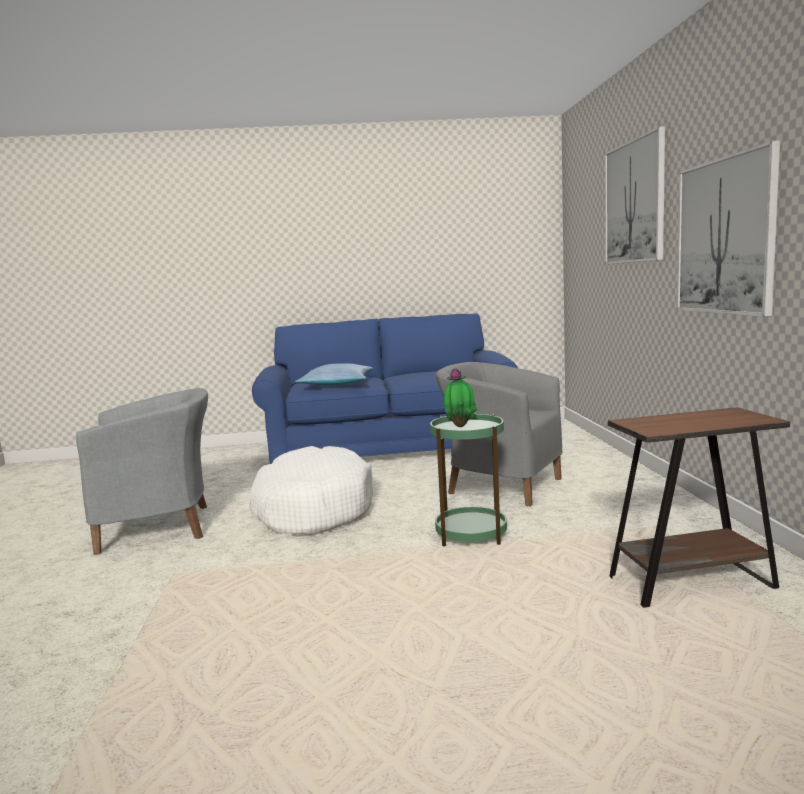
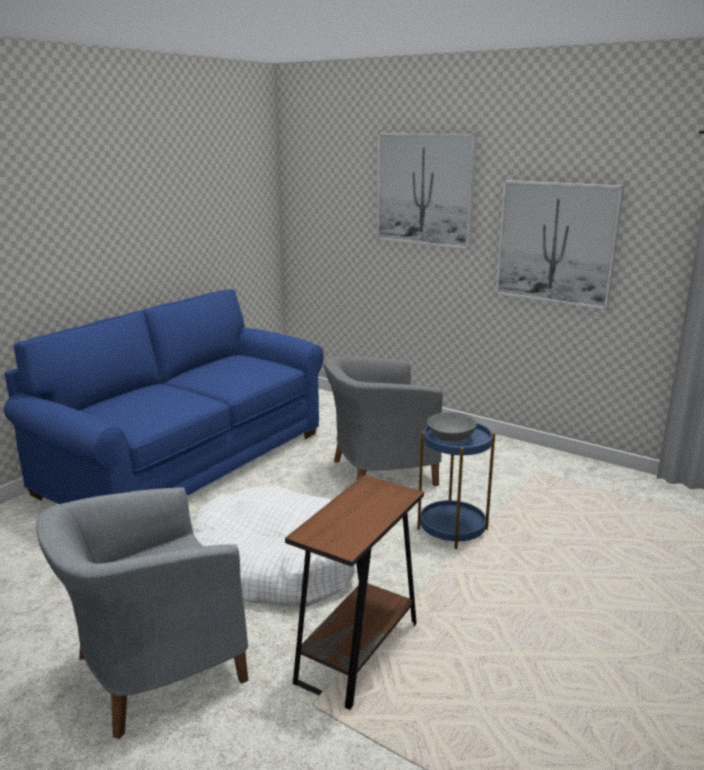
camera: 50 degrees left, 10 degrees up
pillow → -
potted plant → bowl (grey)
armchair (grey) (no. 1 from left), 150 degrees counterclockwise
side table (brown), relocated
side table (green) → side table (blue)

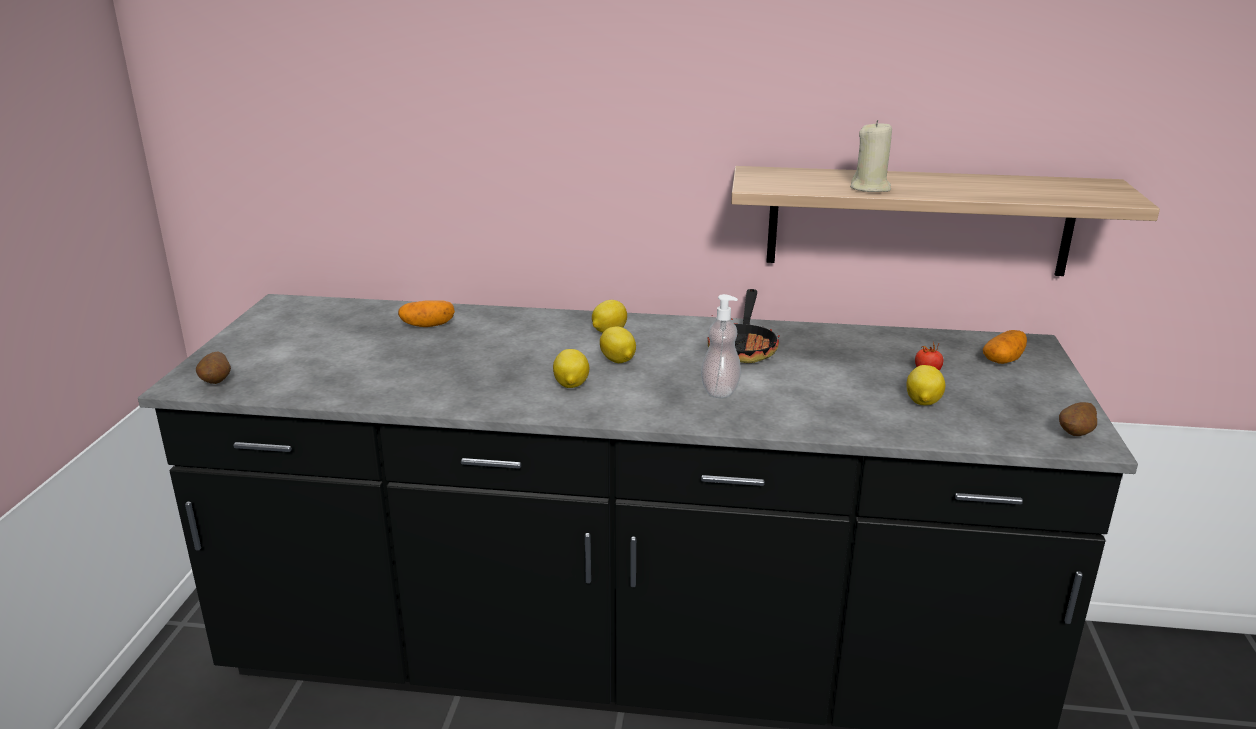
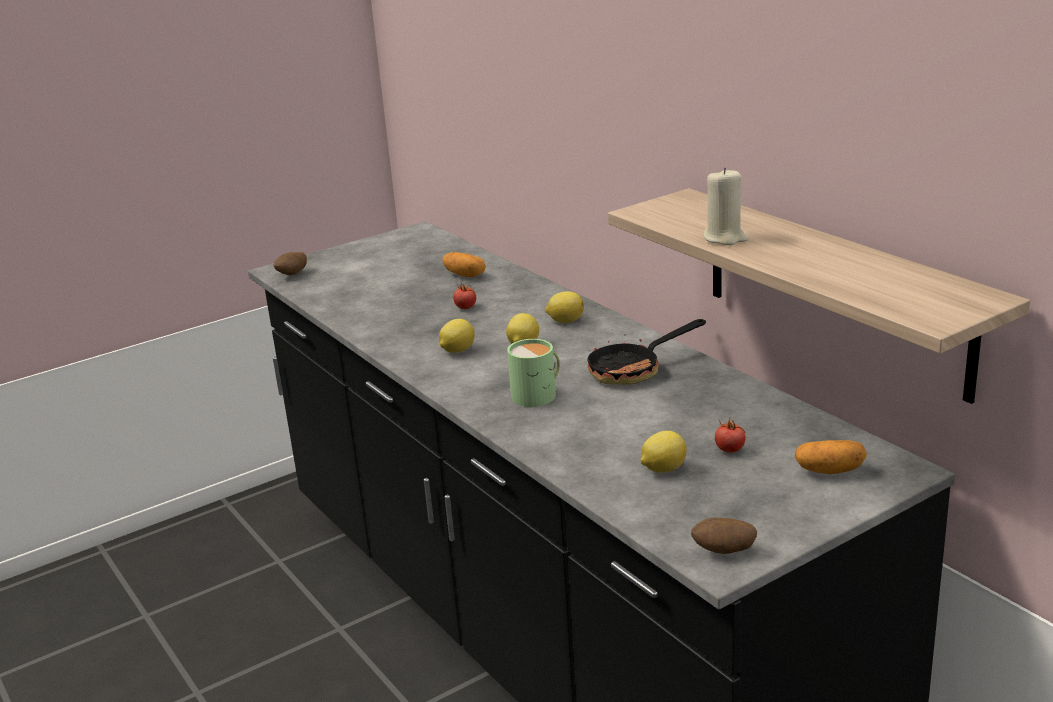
camera: 50 degrees right, 0 degrees up
soap dispenser → mug (green)
- → tomato (no. 1 from left)

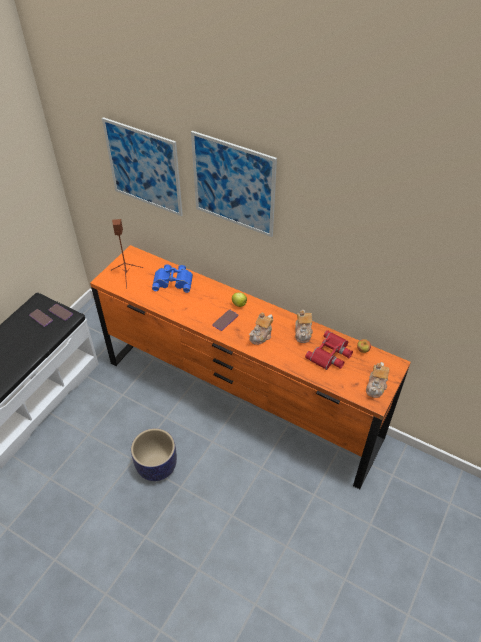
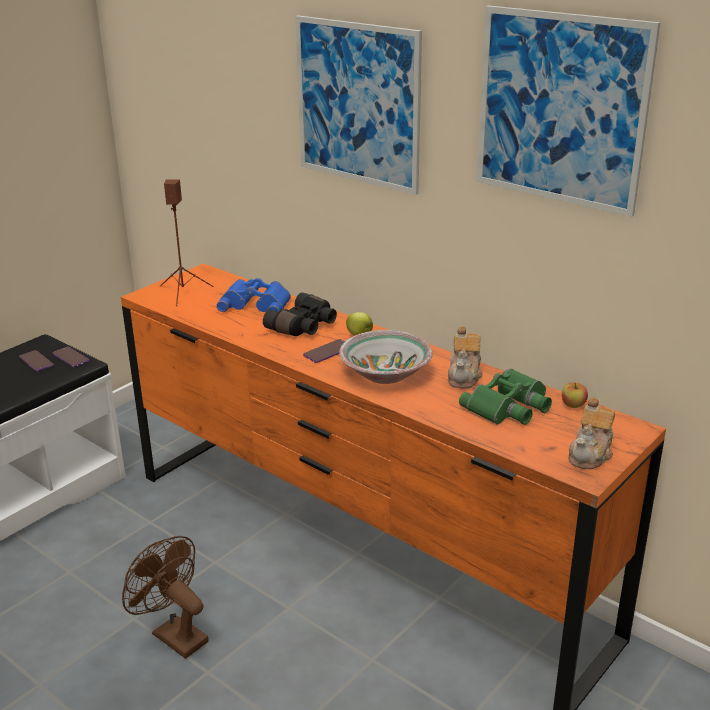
camera: 10 degrees right, 20 degrees down
picture (no. 1 from left in the first image) → picture (no. 2 from left), relocated
teapot (no. 1 from left) → bowl
binoculars (red) → binoculars (green)
planter → fan (brown)
- → binoculars (black)

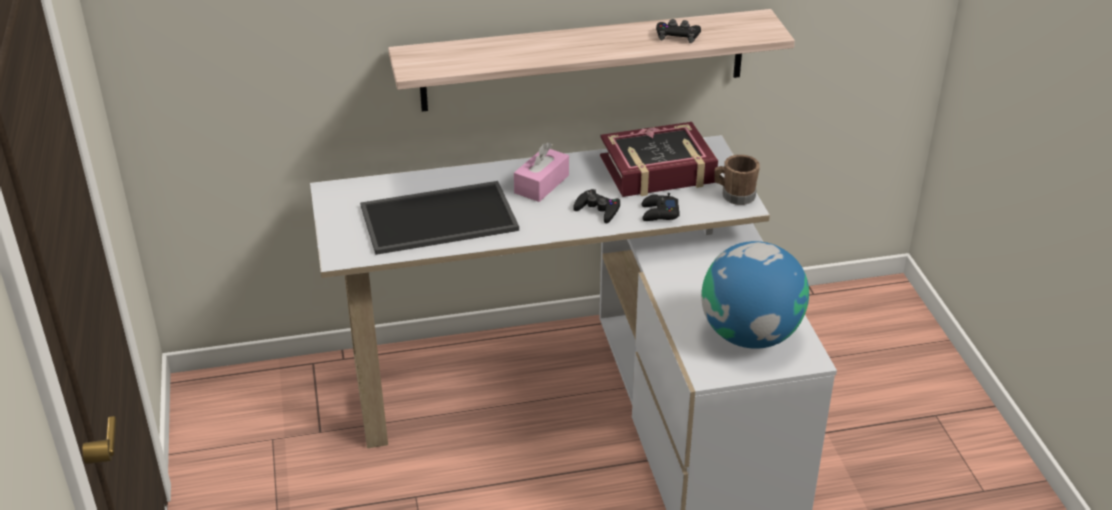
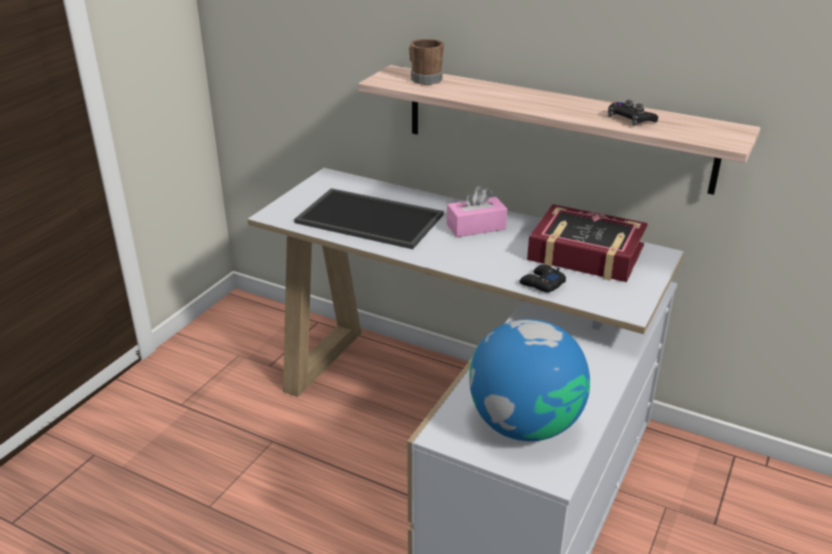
camera: 40 degrees right, 5 degrees down
mug (brown), relocated
game controller (black) (no. 1 from left) → -

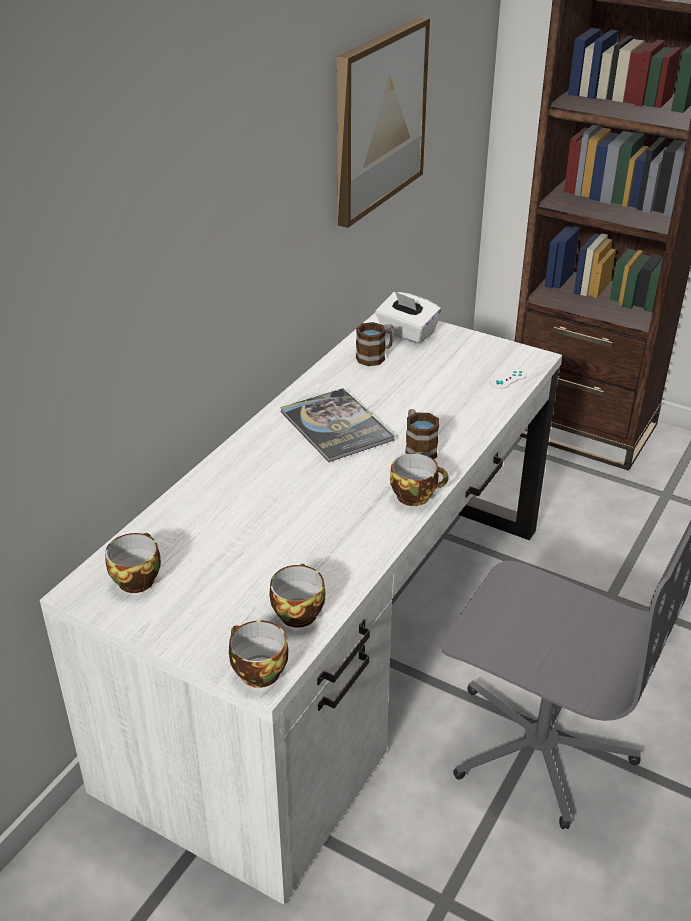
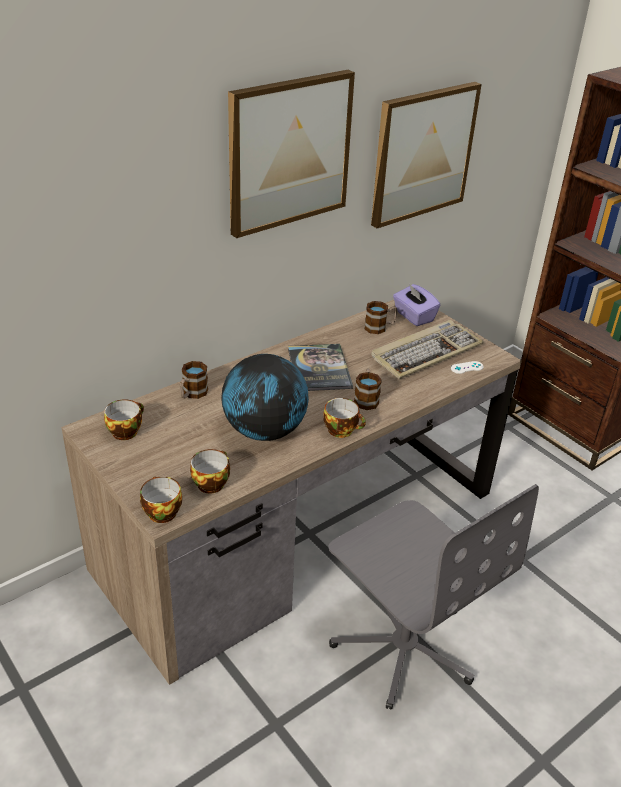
camera: 20 degrees right, 0 degrees up
tissue box (white) → tissue box (purple)
desk (white) → desk (brown)
- → picture (no. 1 from left)
- → keyboard
- → globe
- → mug (no. 1 from left)

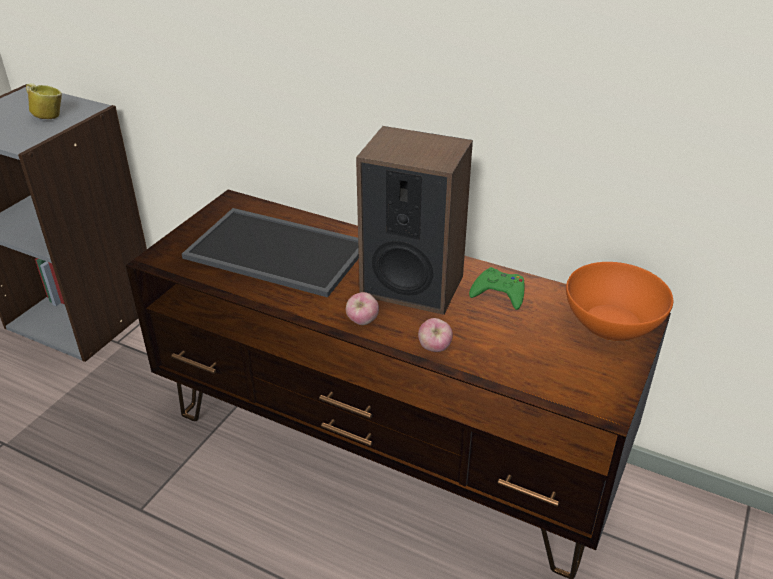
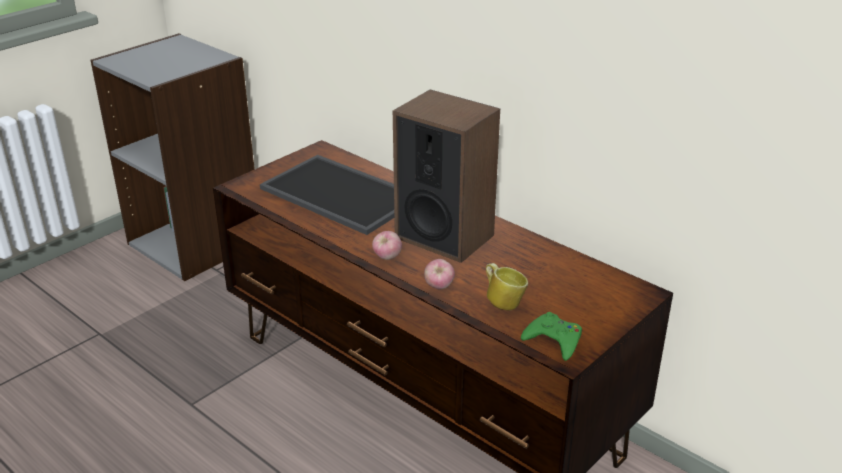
camera: 15 degrees right, 5 degrees down
mug, relocated
bowl (orange) → -
game controller (green), relocated

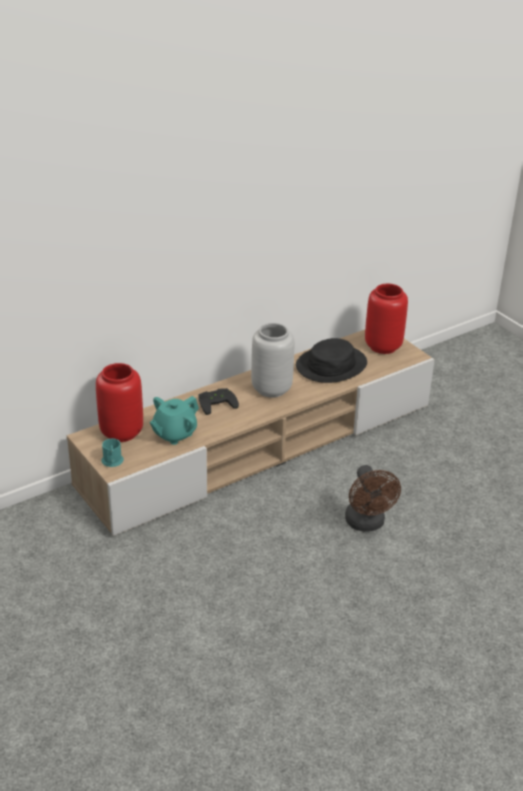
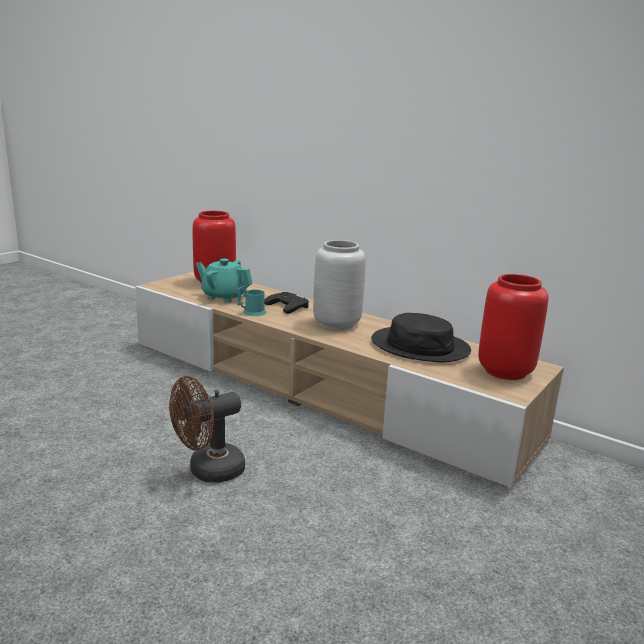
camera: 70 degrees right, 15 degrees down
mug (turquoise), relocated

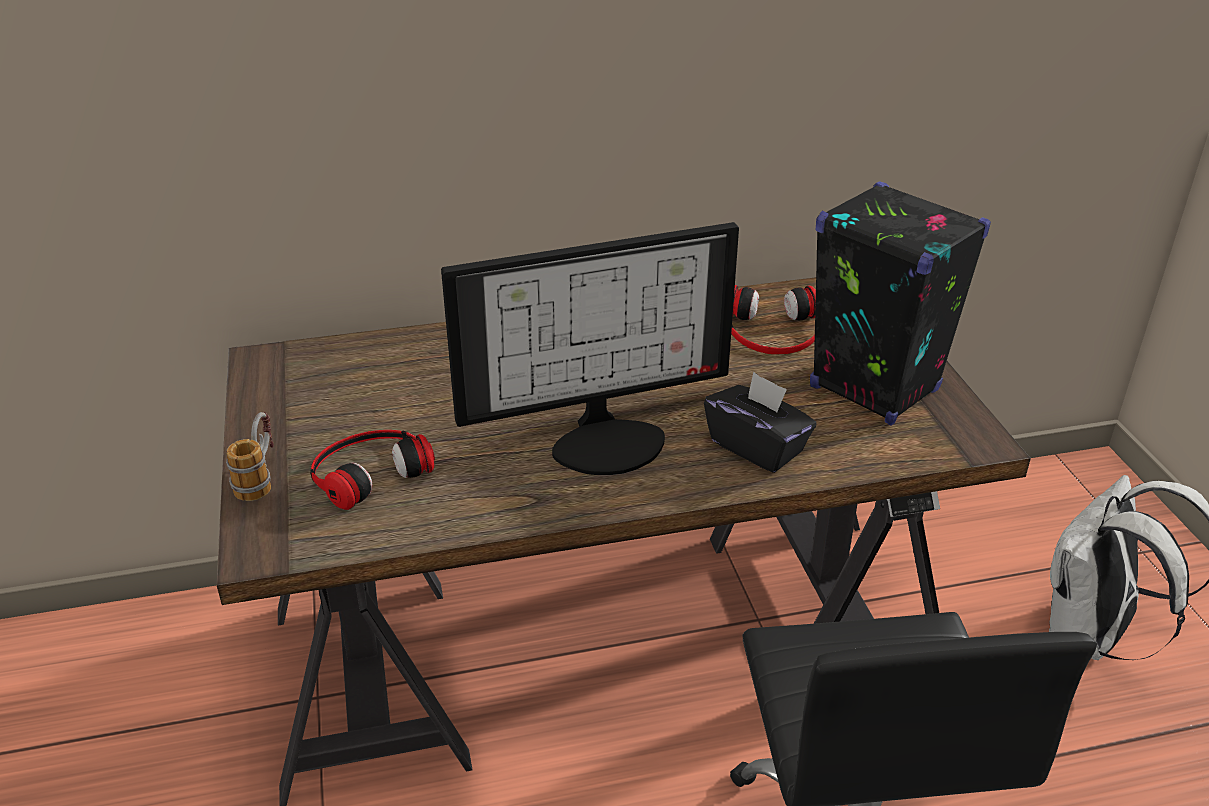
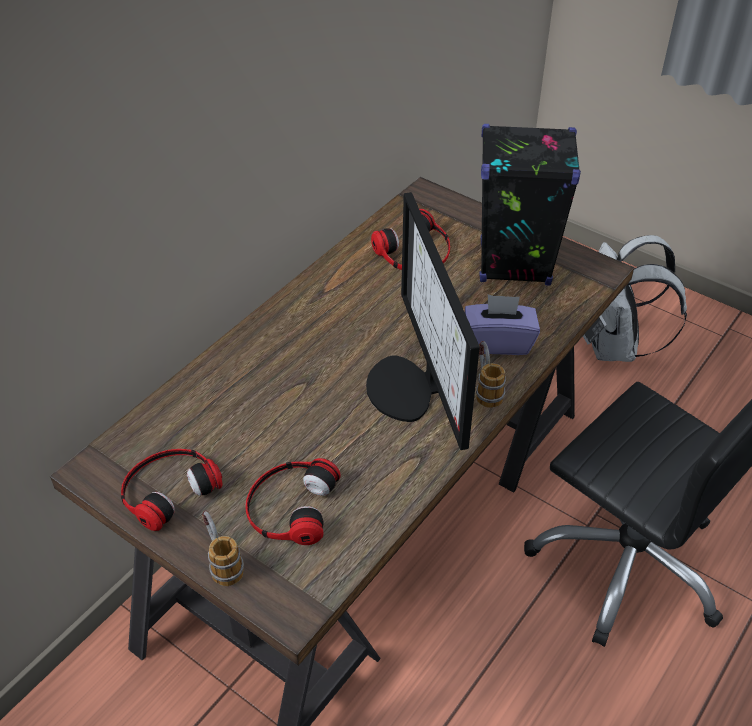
camera: 40 degrees left, 10 degrees up
monitor, 135 degrees clockwise
tissue box (black) → tissue box (purple)
- → mug (no. 2 from left)
- → headphones (no. 1 from left)

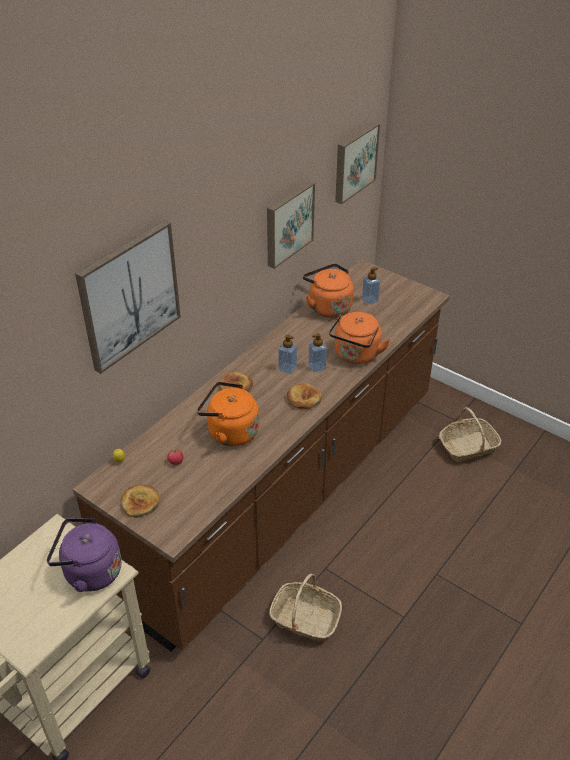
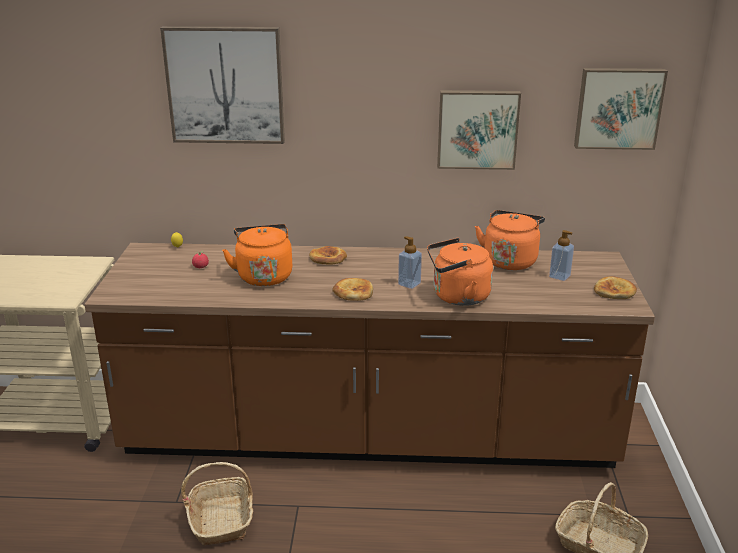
camera: 55 degrees right, 15 degrees down
soap dispenser (no. 1 from left) → -
bread (no. 1 from left in the first image) → bread (no. 3 from left), relocated
kettle (purple) → -

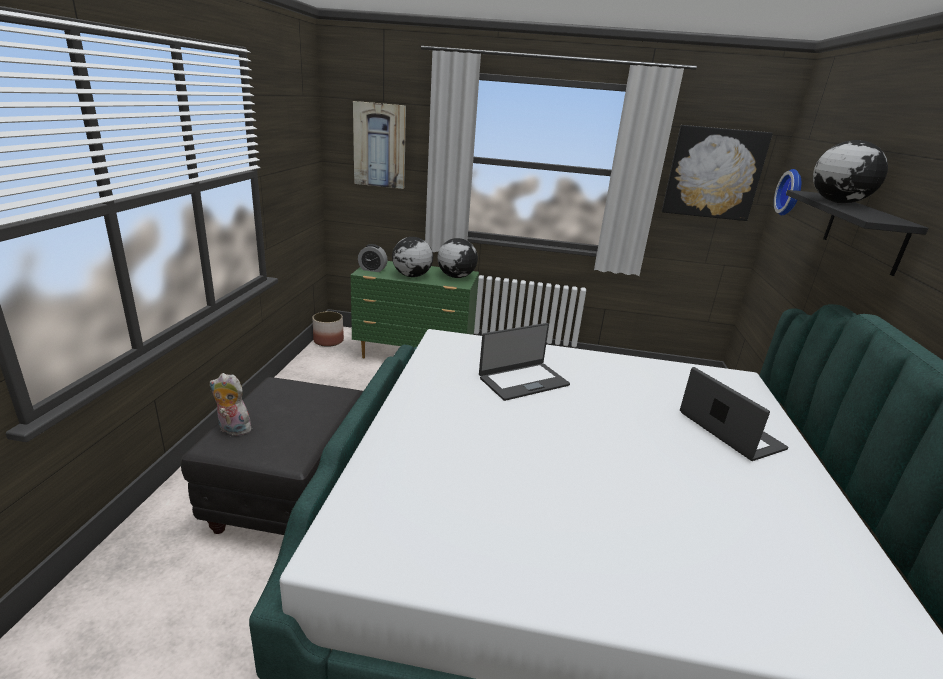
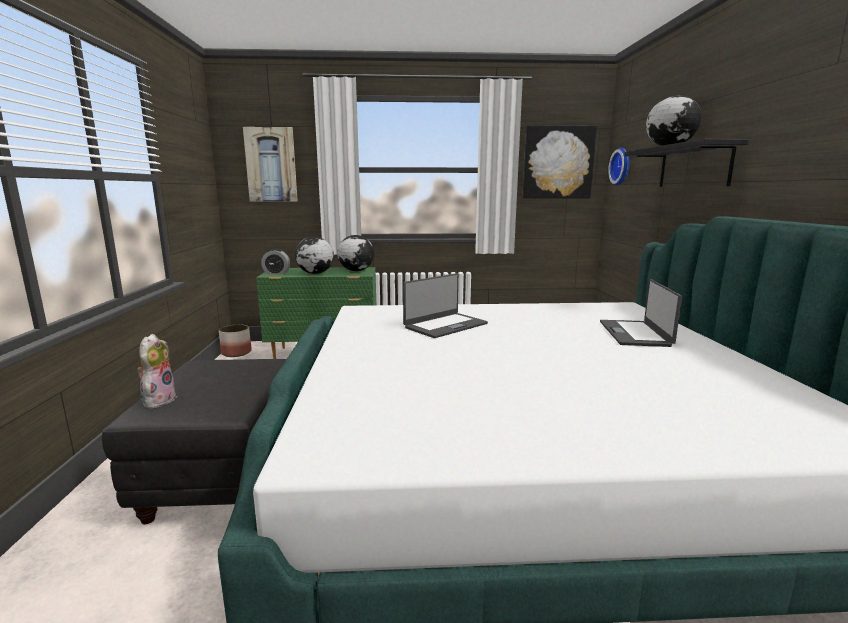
camera: 10 degrees left, 10 degrees down
laptop (no. 2 from left), 135 degrees counterclockwise
plush toy, 90 degrees clockwise

